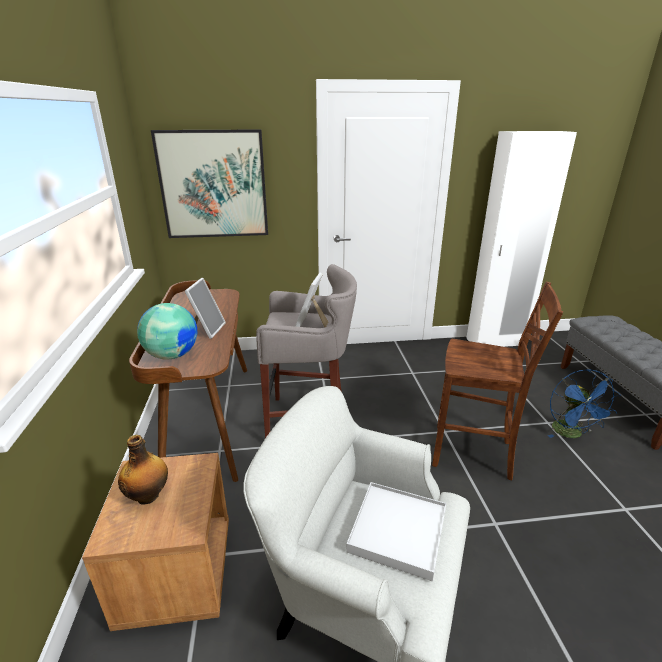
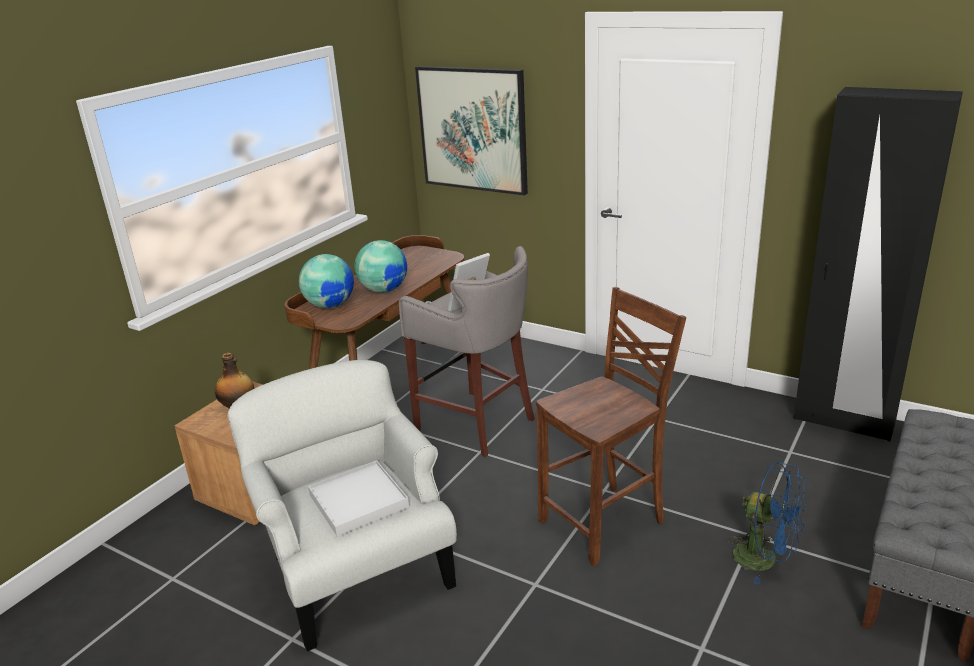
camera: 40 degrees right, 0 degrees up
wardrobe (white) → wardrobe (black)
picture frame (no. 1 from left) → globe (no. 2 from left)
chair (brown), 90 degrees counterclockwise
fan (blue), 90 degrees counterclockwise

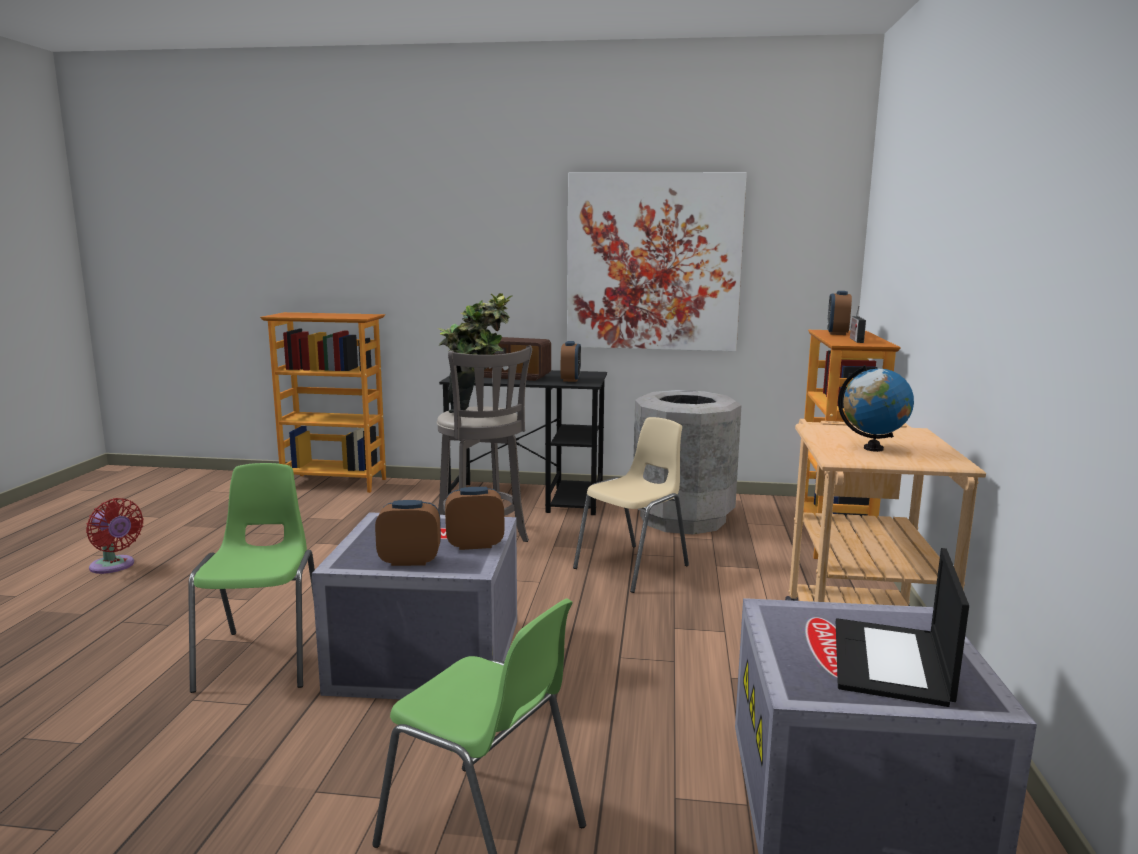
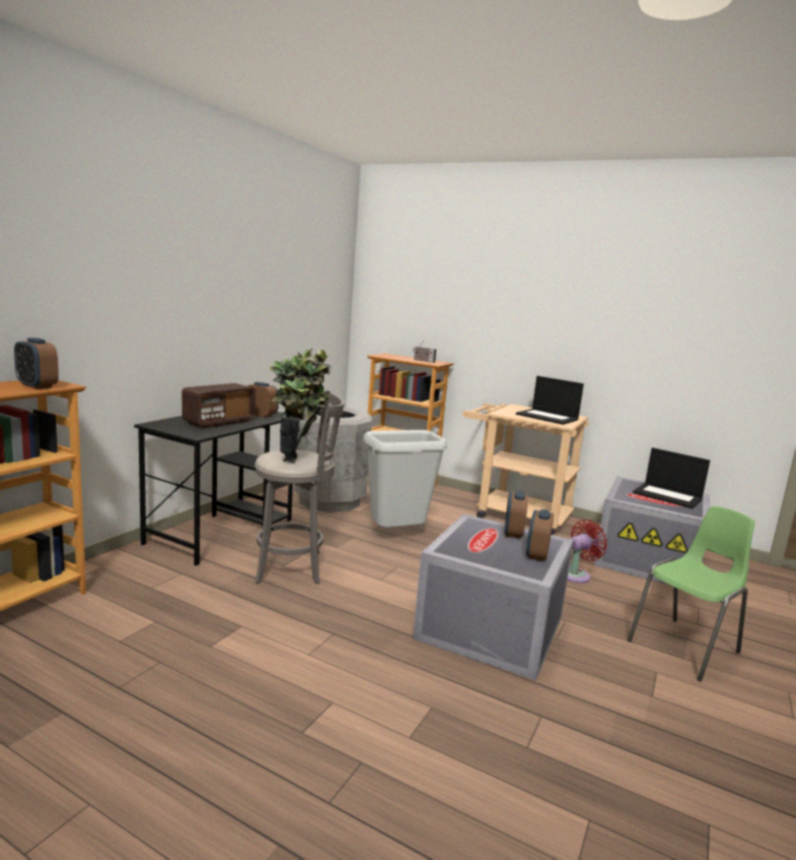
camera: 70 degrees left, 0 degrees up
picture → -
alarm clock (no. 4 from left in the first image) → alarm clock (no. 1 from left), relocated
globe → laptop (no. 1 from left)
chair (beige) → trash can (grey) (no. 2 from left)
chair (green) (no. 1 from left) → -
fan (red), relocated

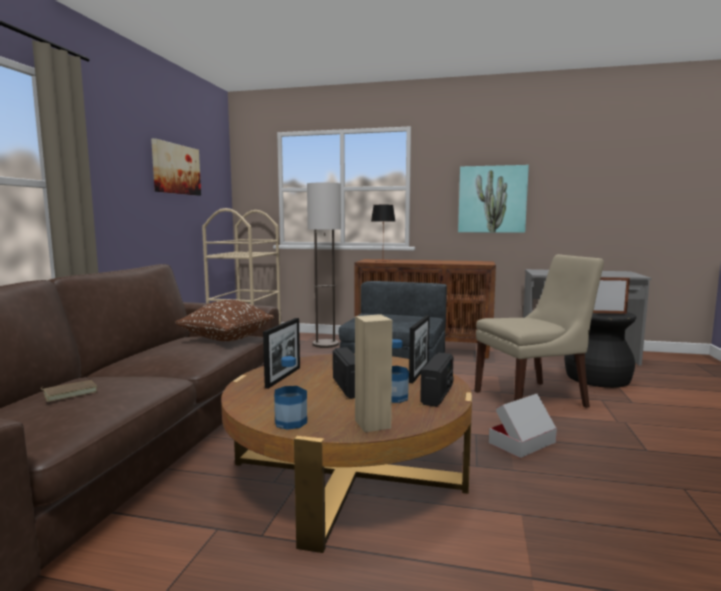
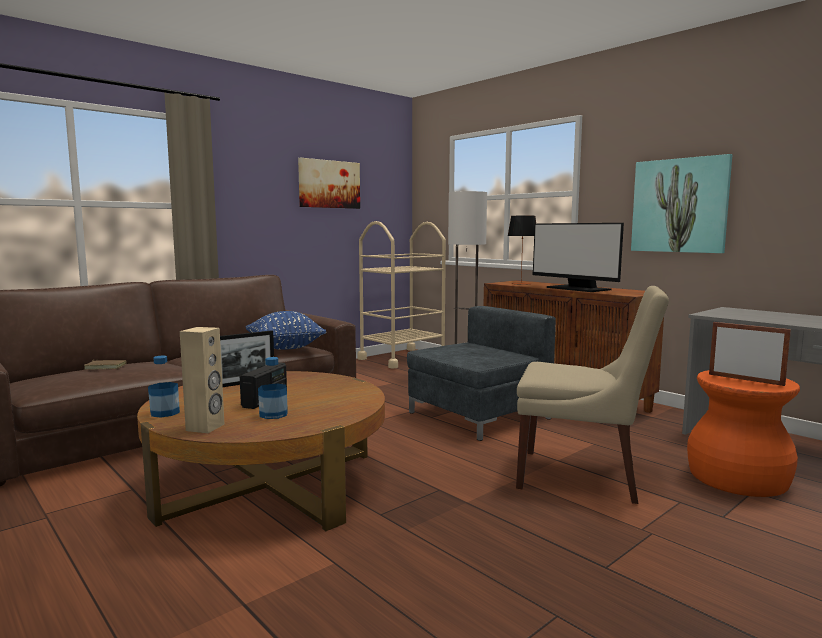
camera: 35 degrees right, 0 degrees up
pillow (brown) → pillow (blue)
stool (black) → stool (orange)
picture frame (no. 2 from left) → -
radio (no. 2 from left) → -
cardboard box → -
- → monitor

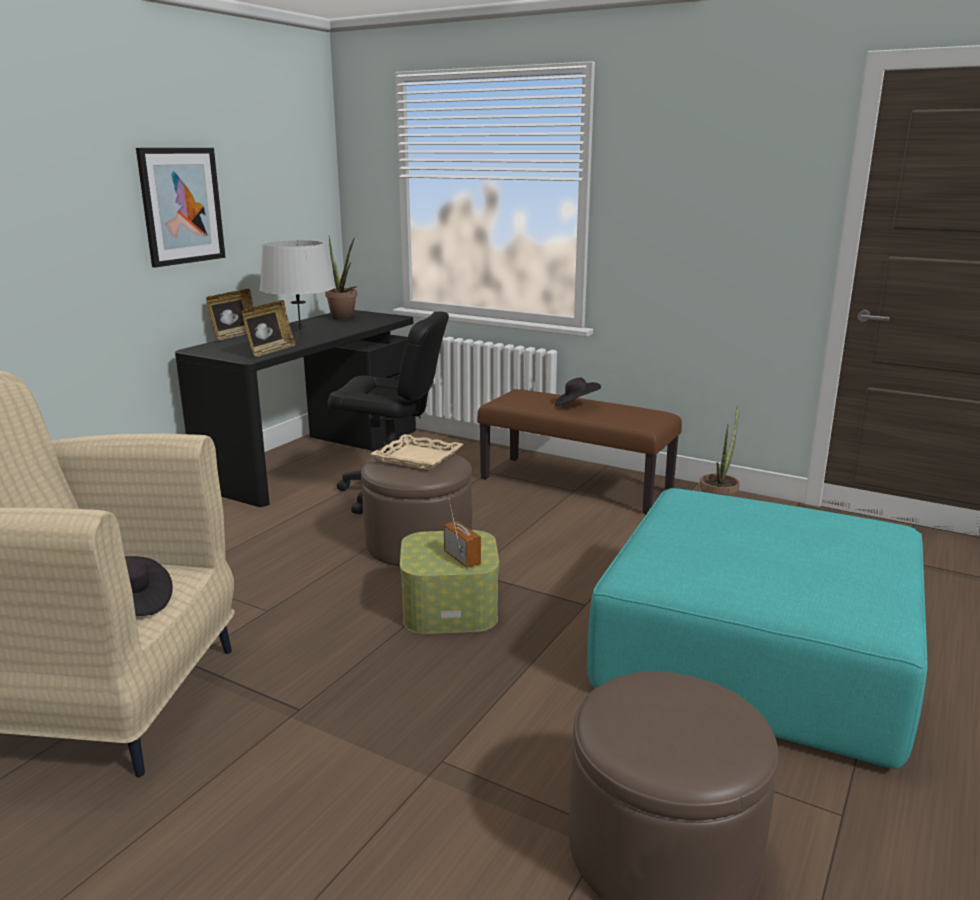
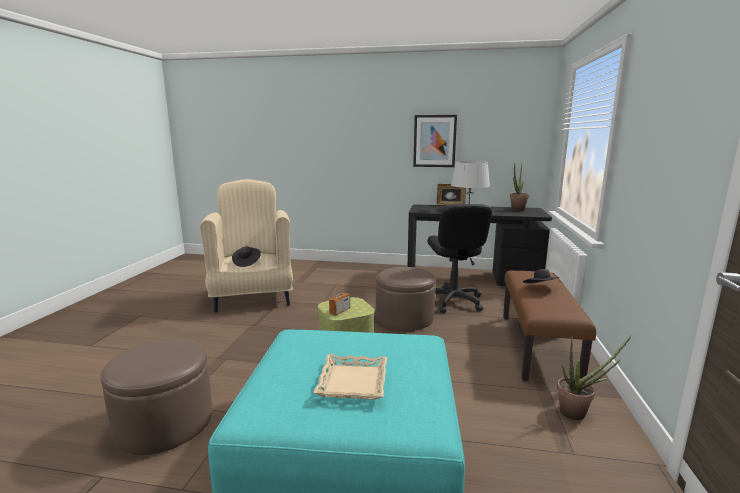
camera: 70 degrees right, 5 degrees down
picture frame (no. 2 from left) → -
tray (beige), relocated

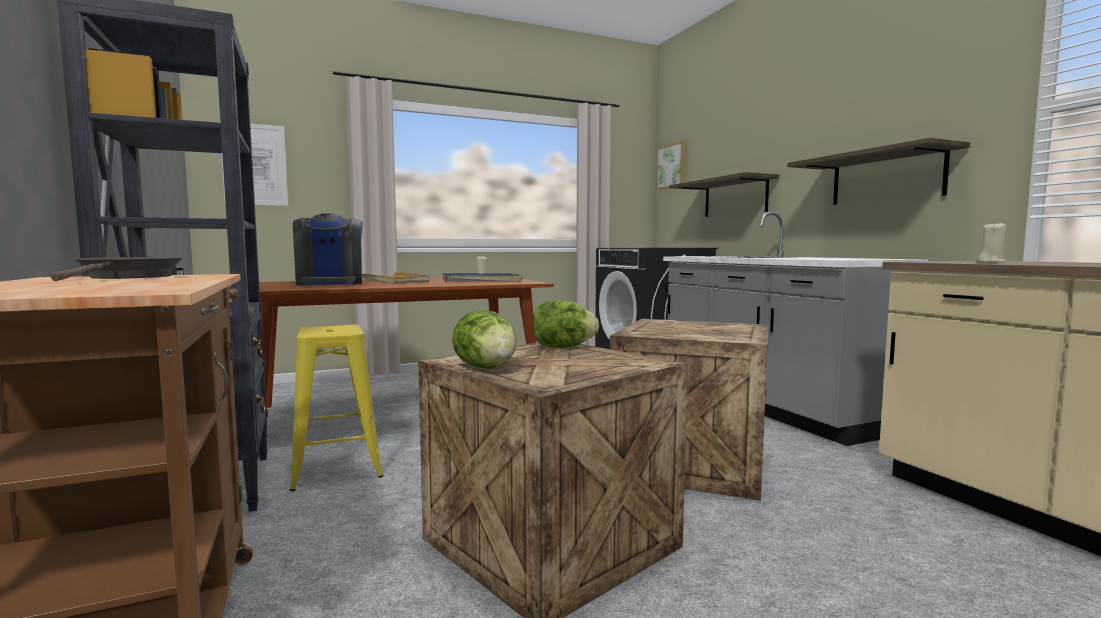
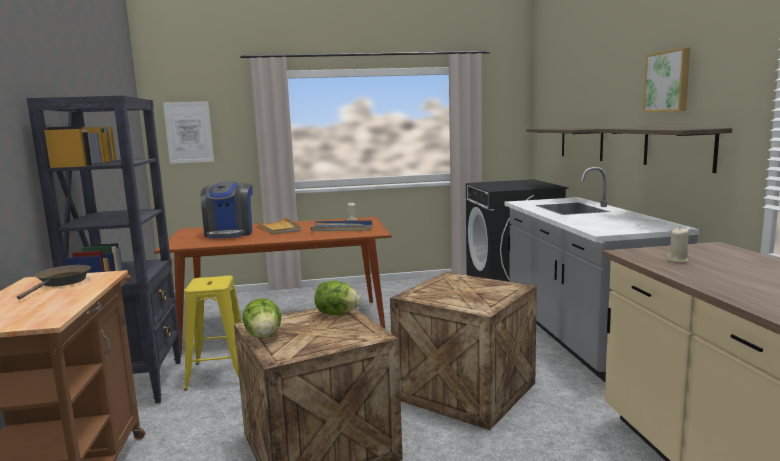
camera: 15 degrees right, 5 degrees up
picture (no. 2 from left), relocated

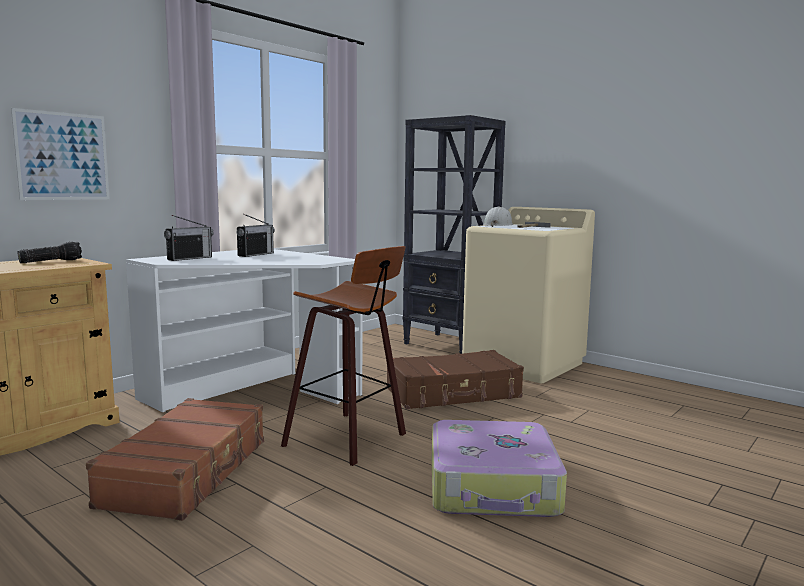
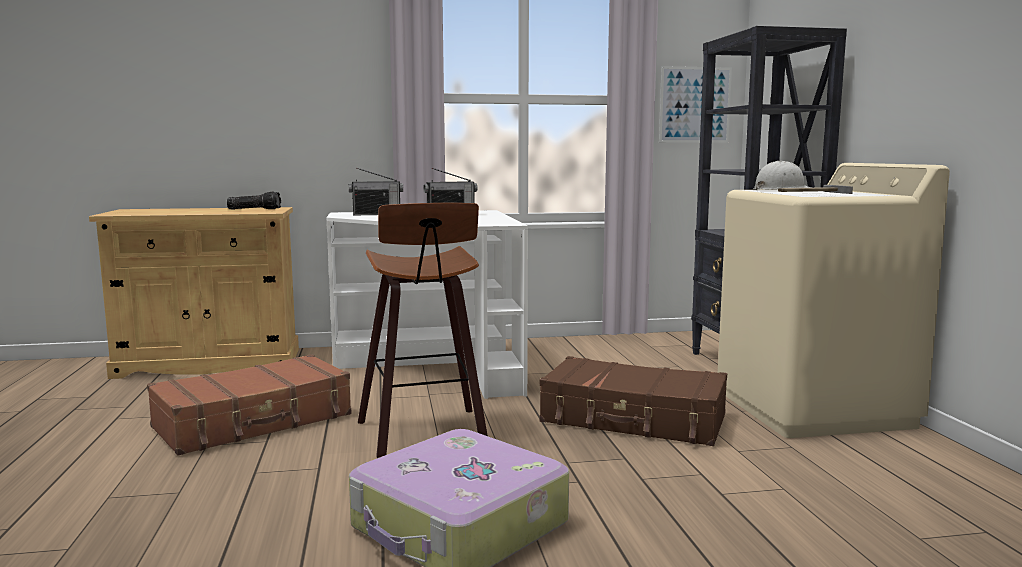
camera: 40 degrees right, 0 degrees up
picture, relocated

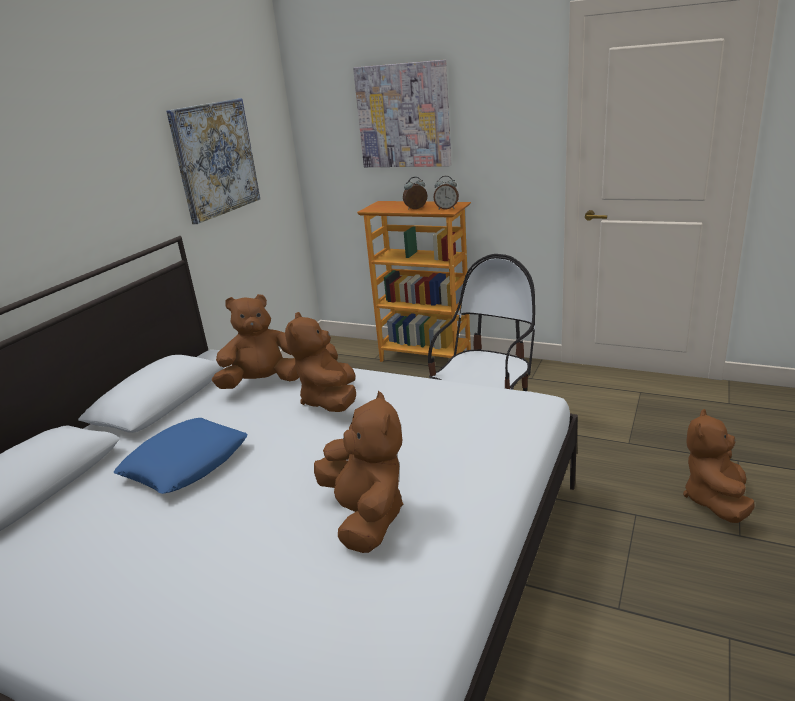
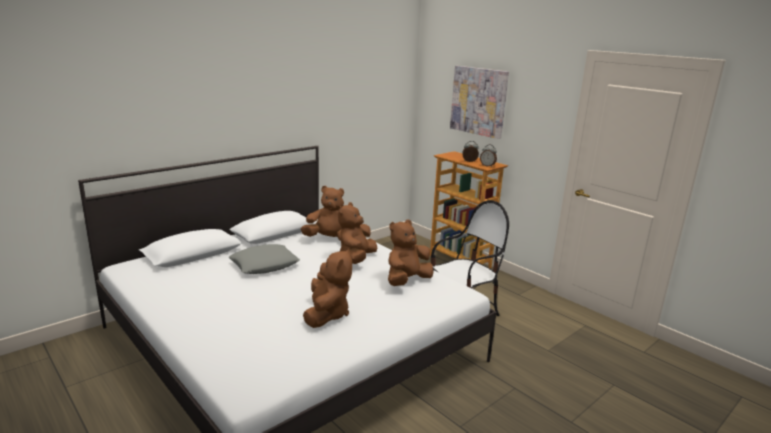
camera: 20 degrees right, 5 degrees down
picture (no. 1 from left) → -
plush toy (brown) (no. 4 from left), relocated
pillow (blue) → pillow (grey)

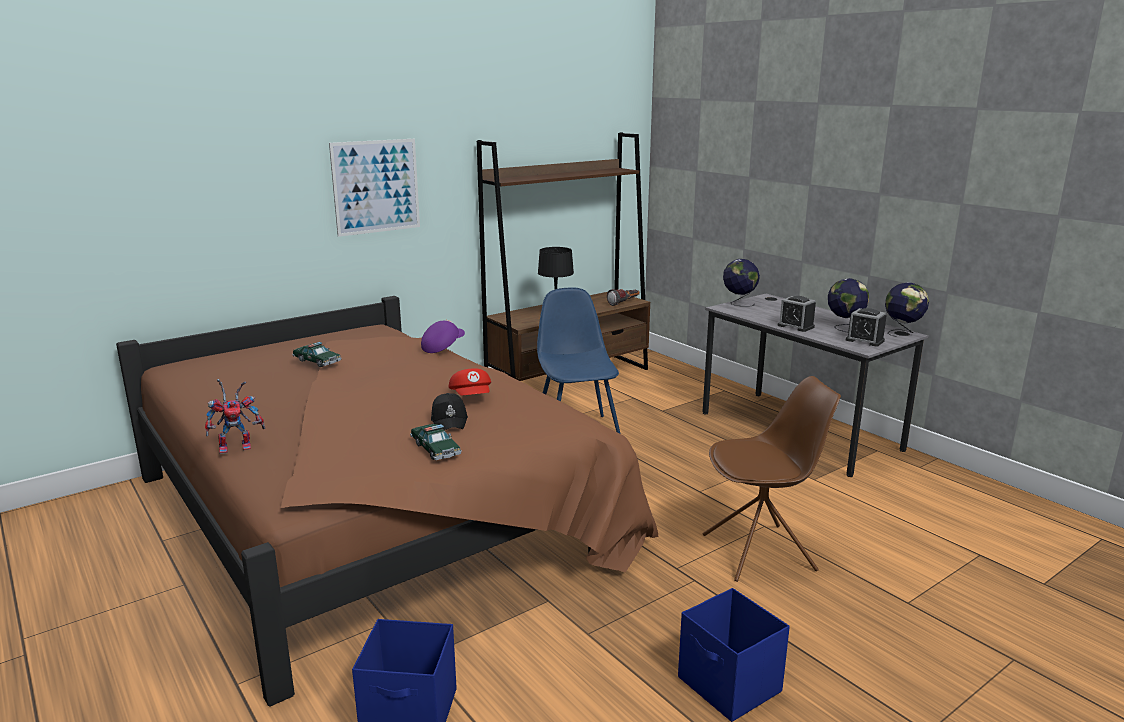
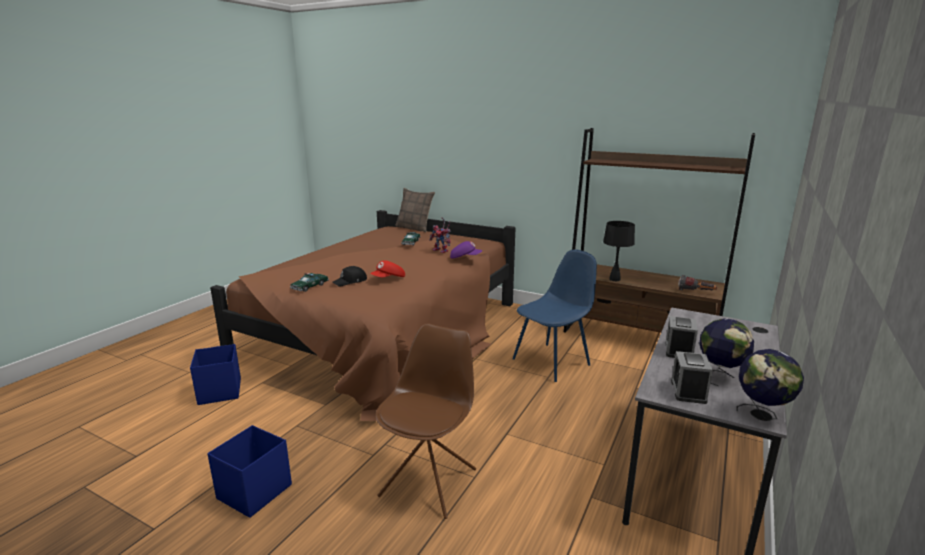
camera: 65 degrees right, 0 degrees up
picture → -
globe (no. 1 from left) → -
chair (brown), 120 degrees counterclockwise
toy robot, relocated
- → pillow

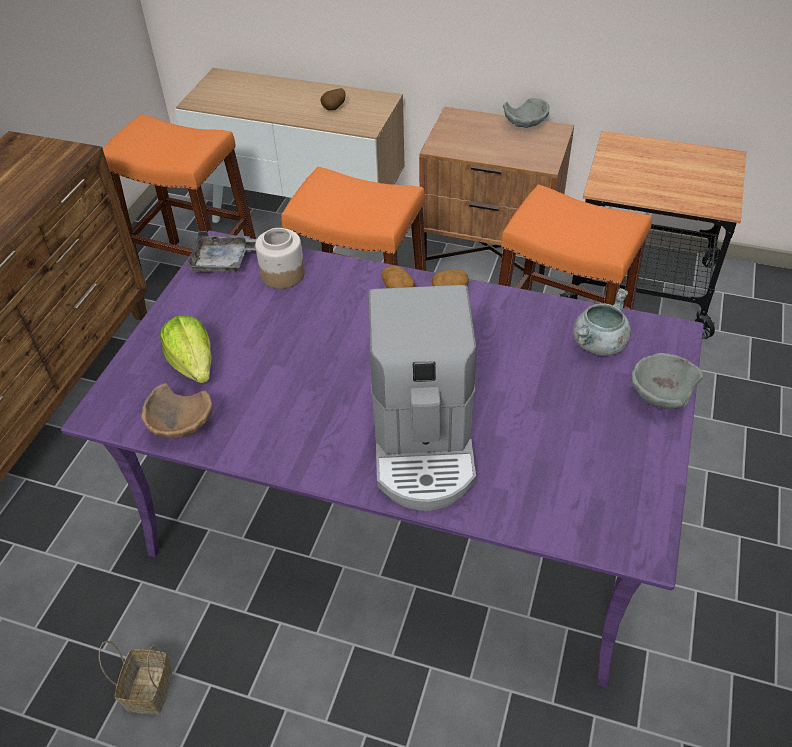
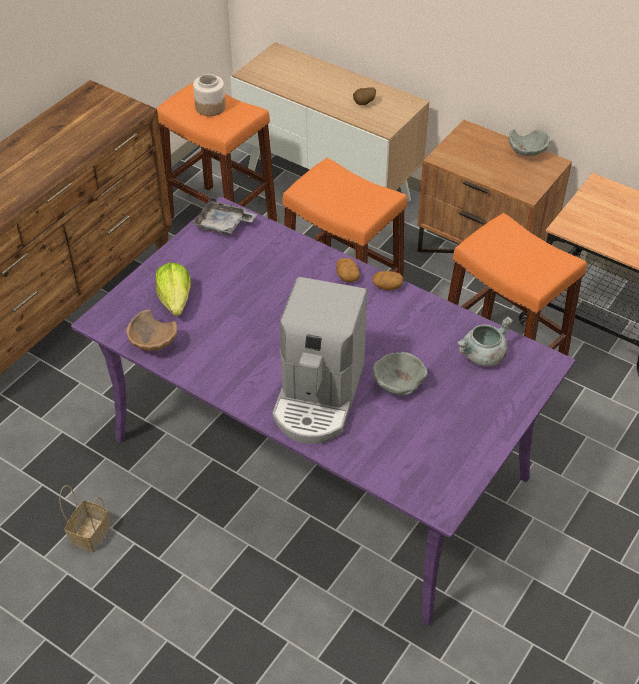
camera: 15 degrees right, 0 degrees up
jar, relocated
bowl (grey) (no. 2 from left in the first image) → bowl (grey) (no. 1 from left), relocated

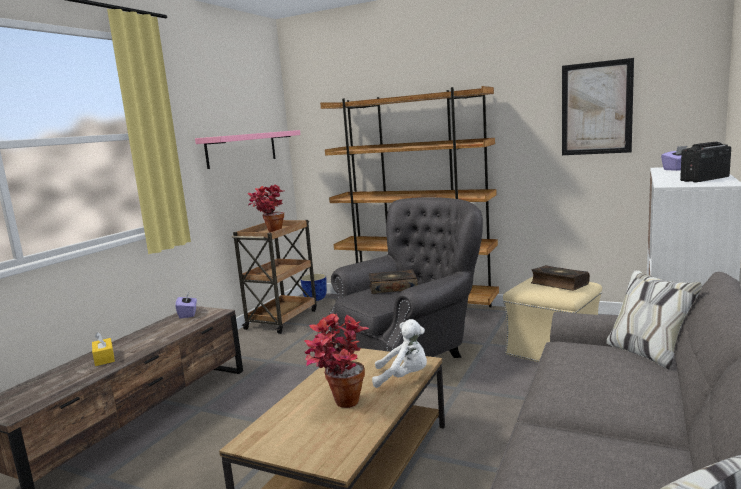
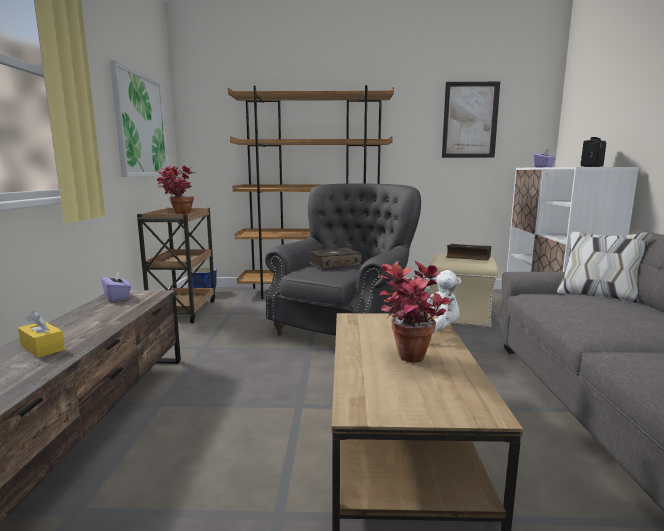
camera: 25 degrees left, 0 degrees up
shelf (pink) → picture (no. 1 from left)

